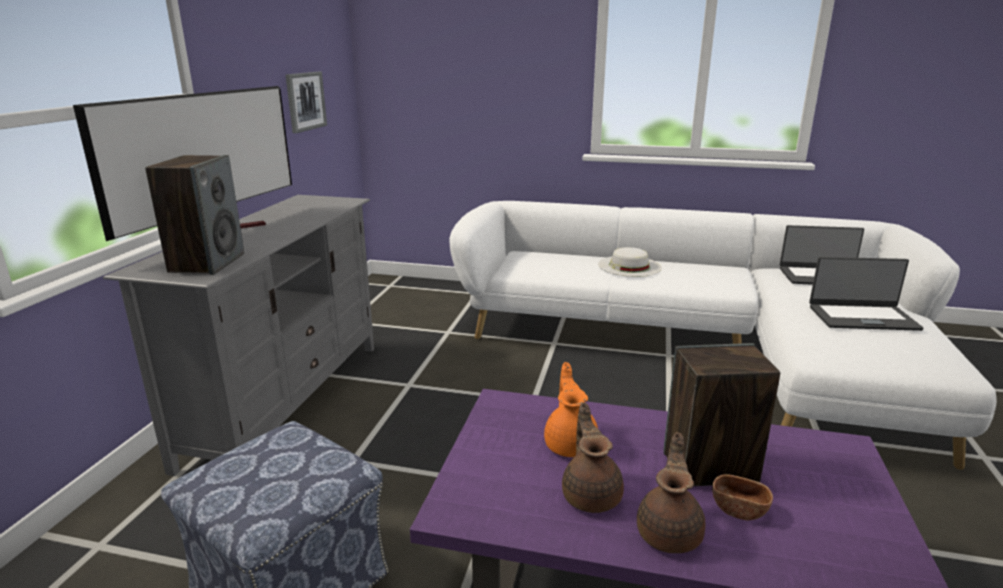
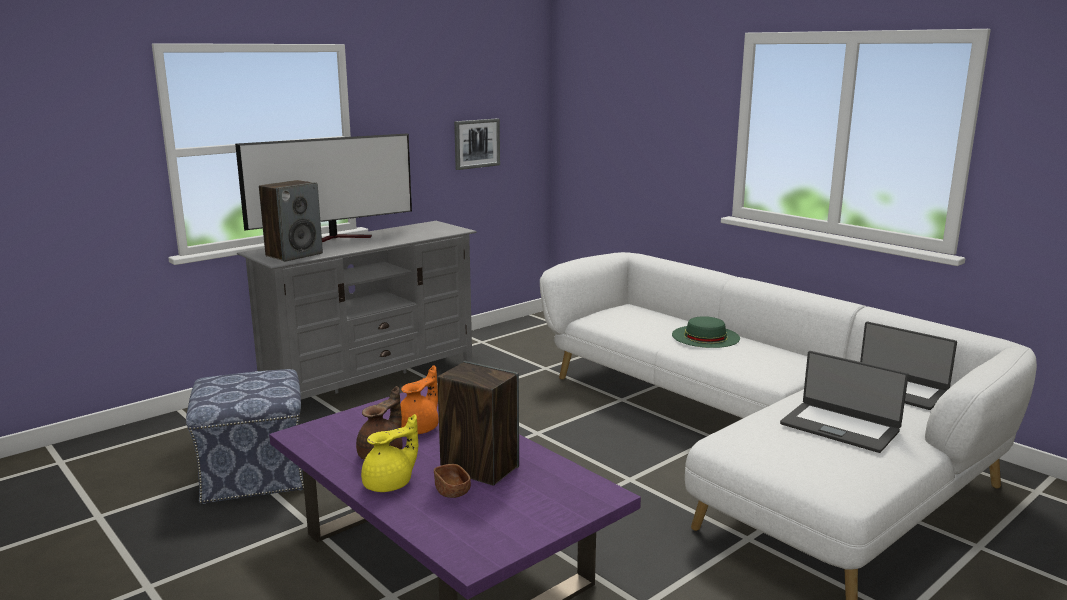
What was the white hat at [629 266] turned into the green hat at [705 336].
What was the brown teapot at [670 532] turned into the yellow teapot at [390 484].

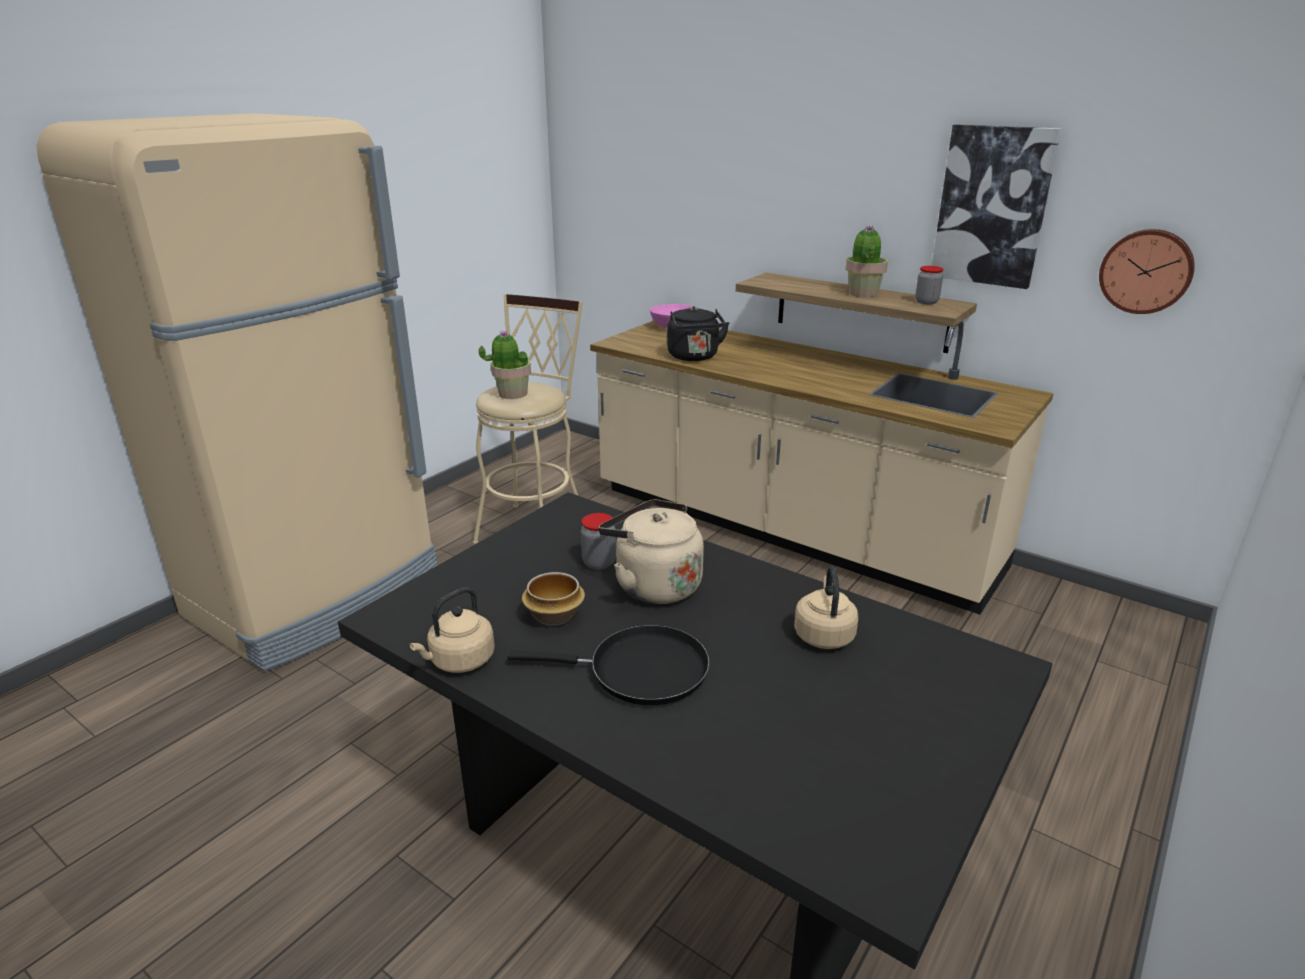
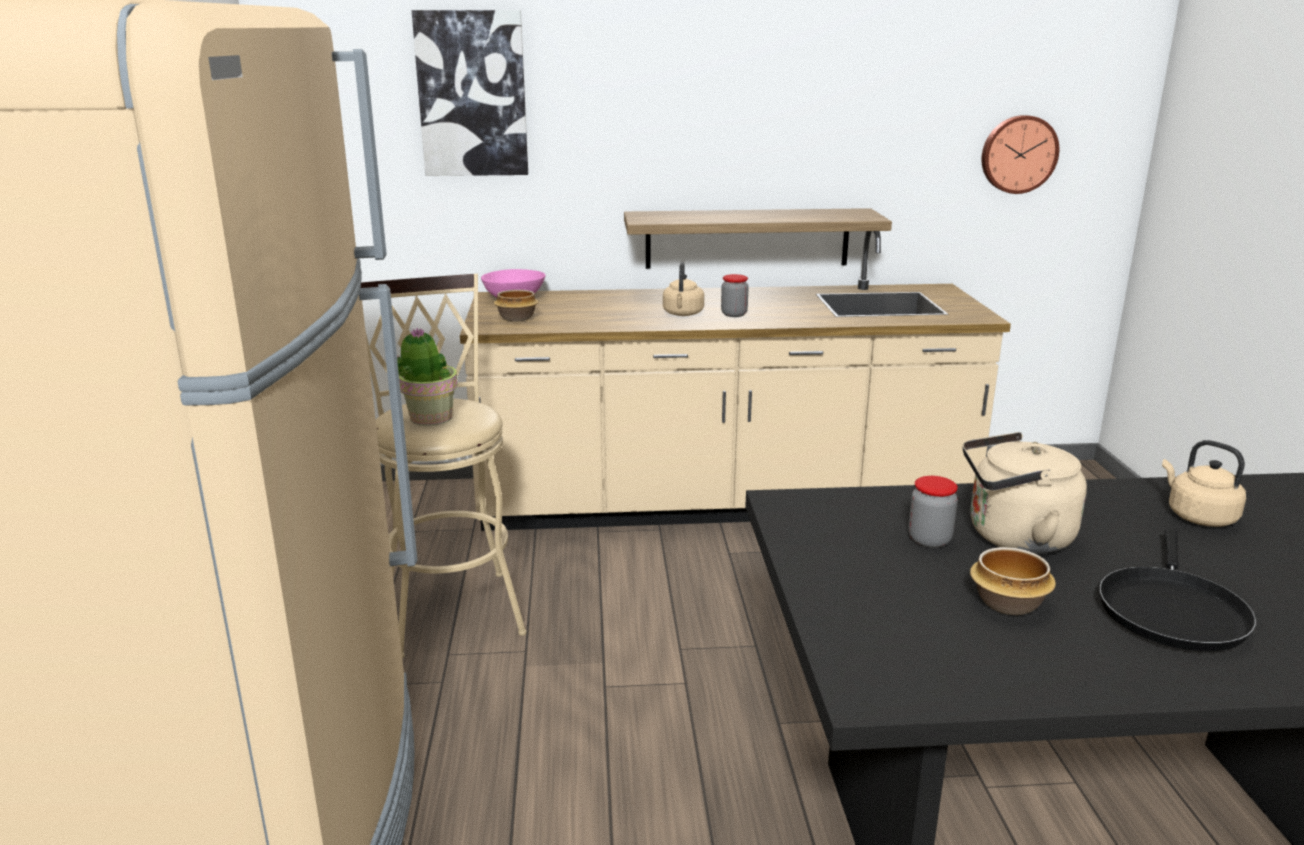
The beige kettle ended up elsewhere, having gone from [459 661] to [683 314].
The black frying pan at [640 671] ended up facing another way, 150 degrees clockwise from before.
The second view lost the black kettle at [694 357].
The second view lost the potted plant at [863 293].
The jar ended up elsewhere, having gone from [926 302] to [734 314].
The picture ended up elsewhere, having gone from [992 206] to [472 94].
The second view gained the bowl at [516 319].

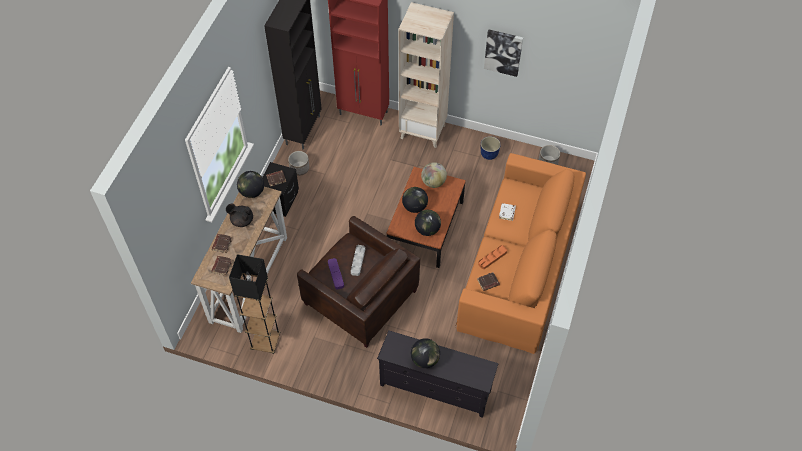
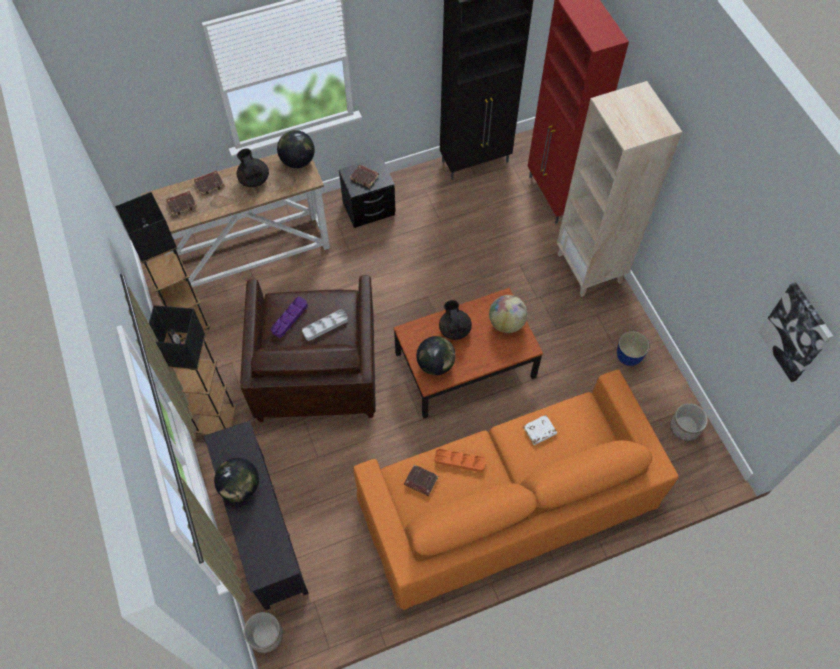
The planter ended up elsewhere, having gone from [299 168] to [266 635].
Where the globe stood at [415 207], the black teapot came to stand at [454 329].
The picture ended up elsewhere, having gone from [503 52] to [796 332].
The second view gained the black floor lamp at [217 421].

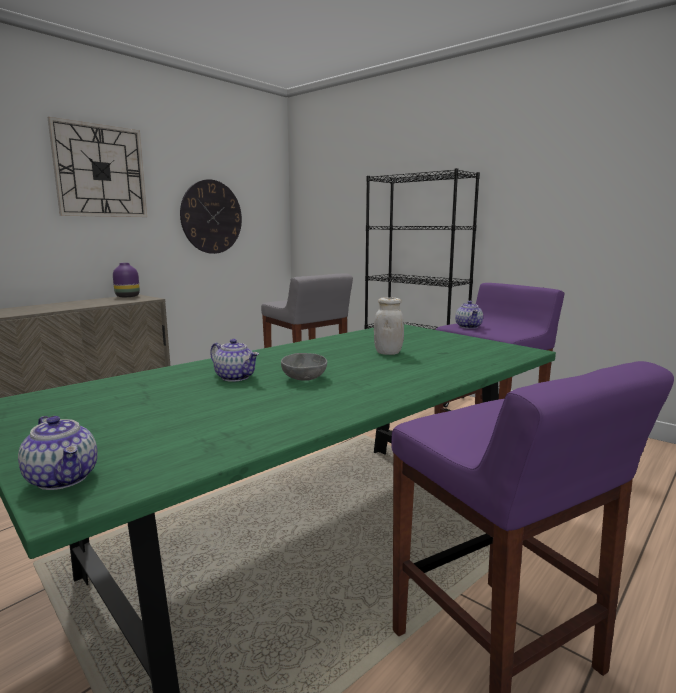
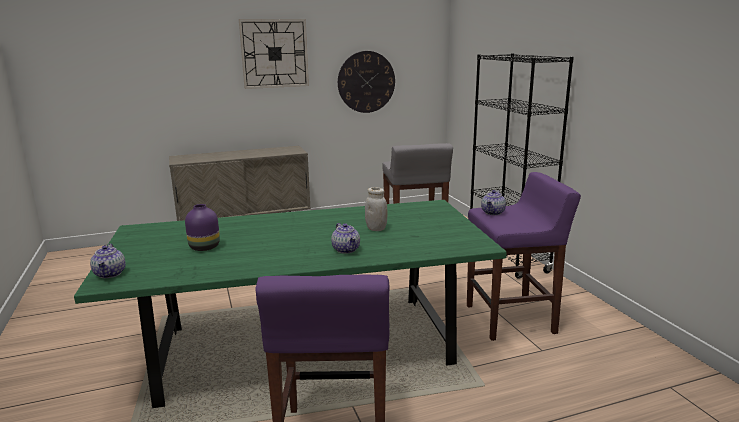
The purple vase ended up elsewhere, having gone from [127 296] to [204 247].
The teapot ended up elsewhere, having gone from [236 377] to [346 250].
The second view lost the grey bowl at [305 378].

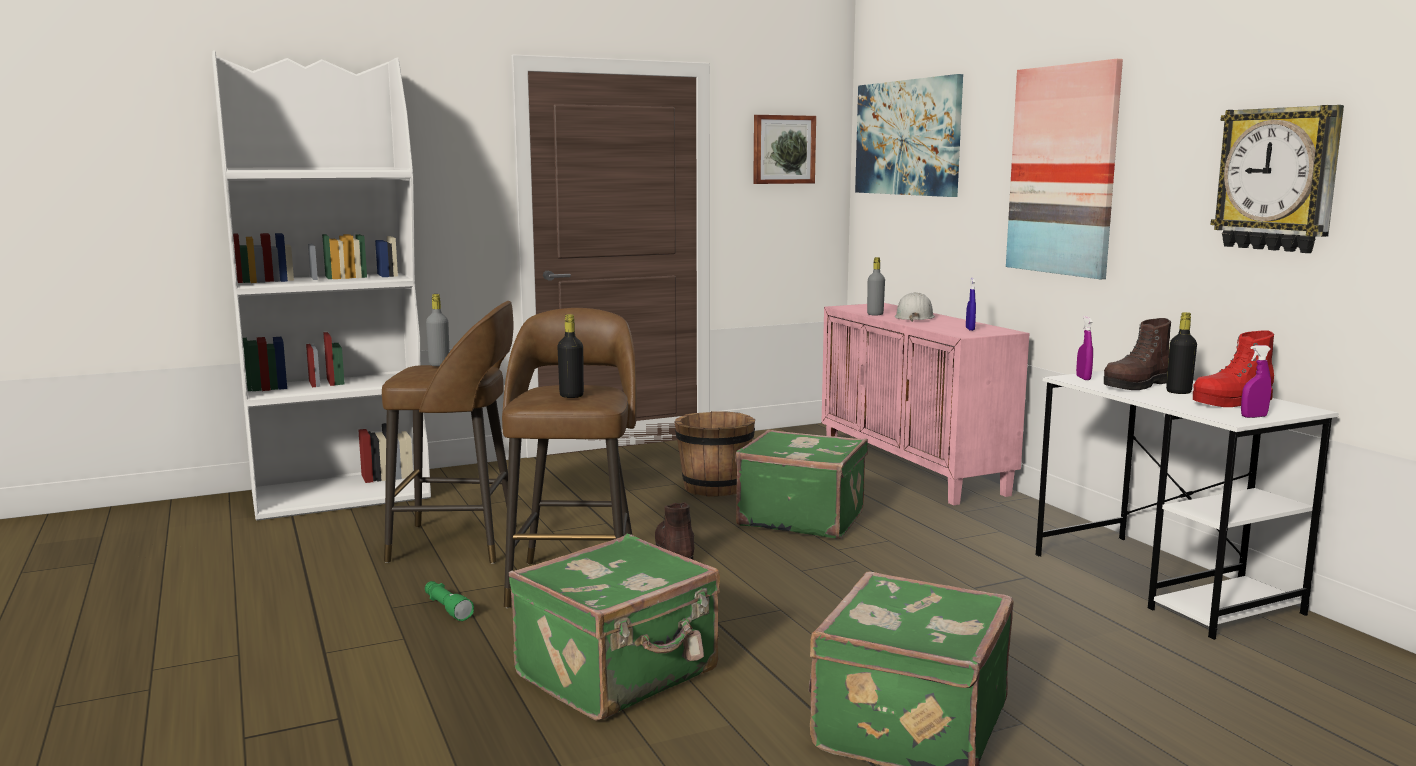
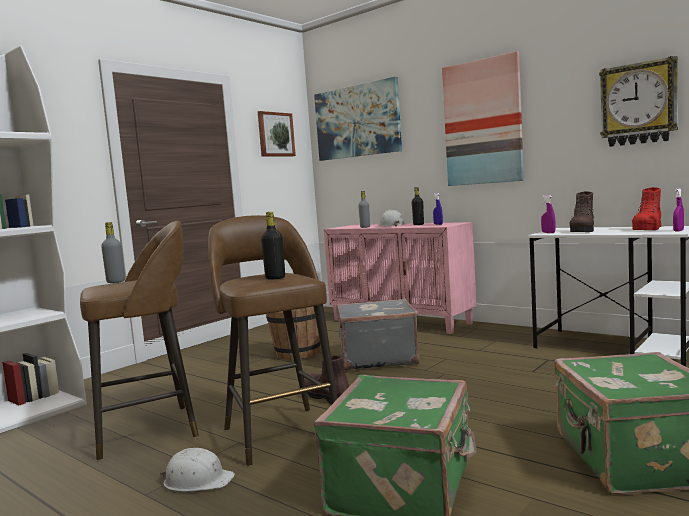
Where the green flashlight stood at [446 608], the white hard hat came to stand at [197 480].
What was the green suitcase at [801 518] turned into the grey suitcase at [377 358].
The black bottle ended up elsewhere, having gone from [1178 392] to [418 224].

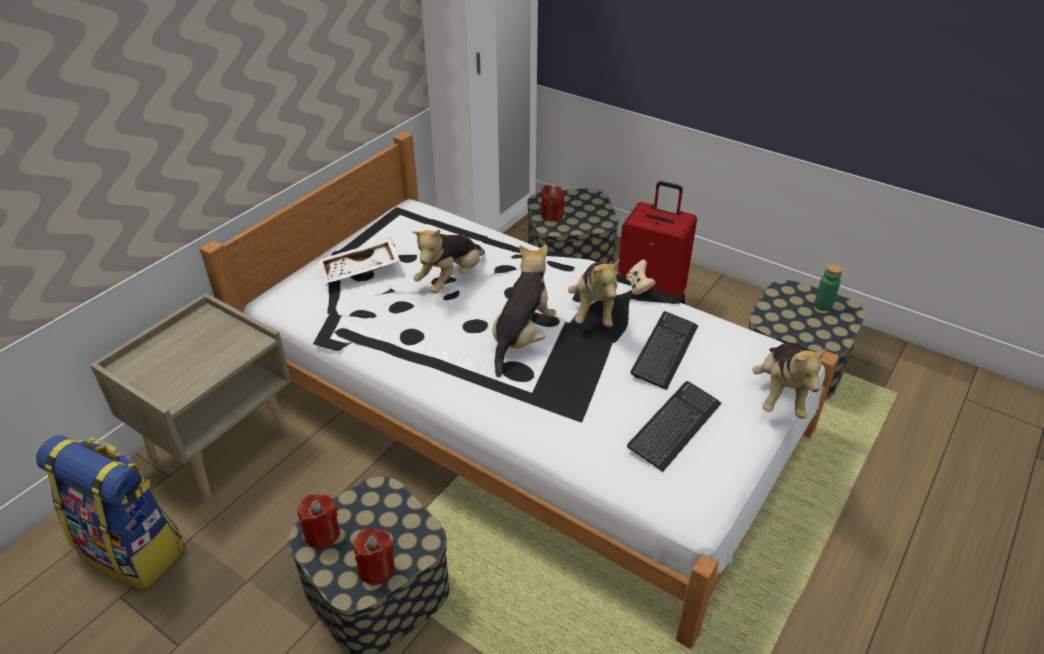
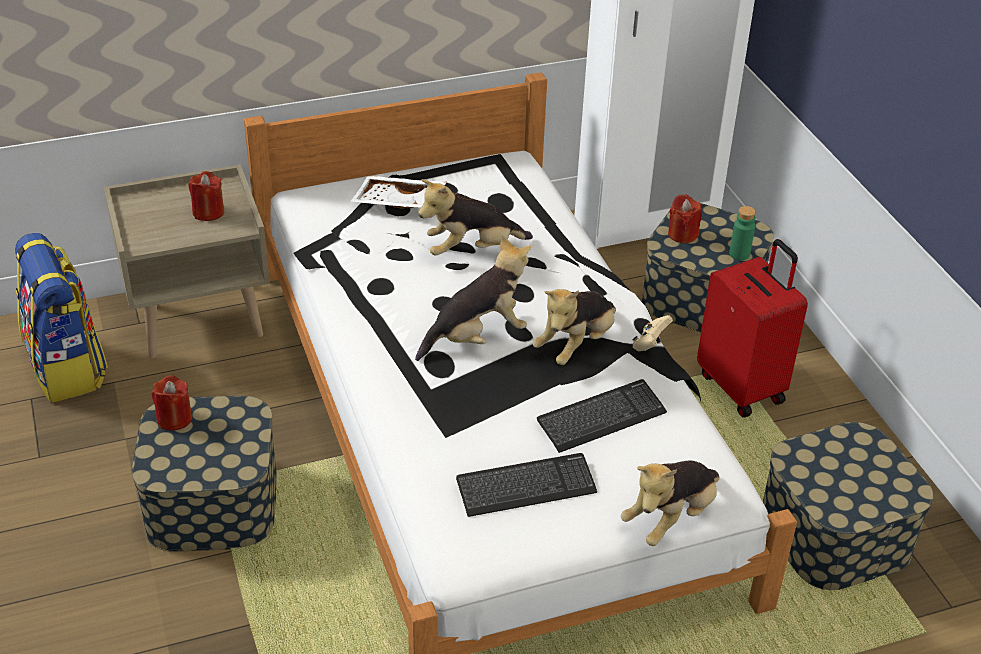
The red candle ended up elsewhere, having gone from [376 569] to [208 212].
The green bottle ended up elsewhere, having gone from [823 305] to [739 254].

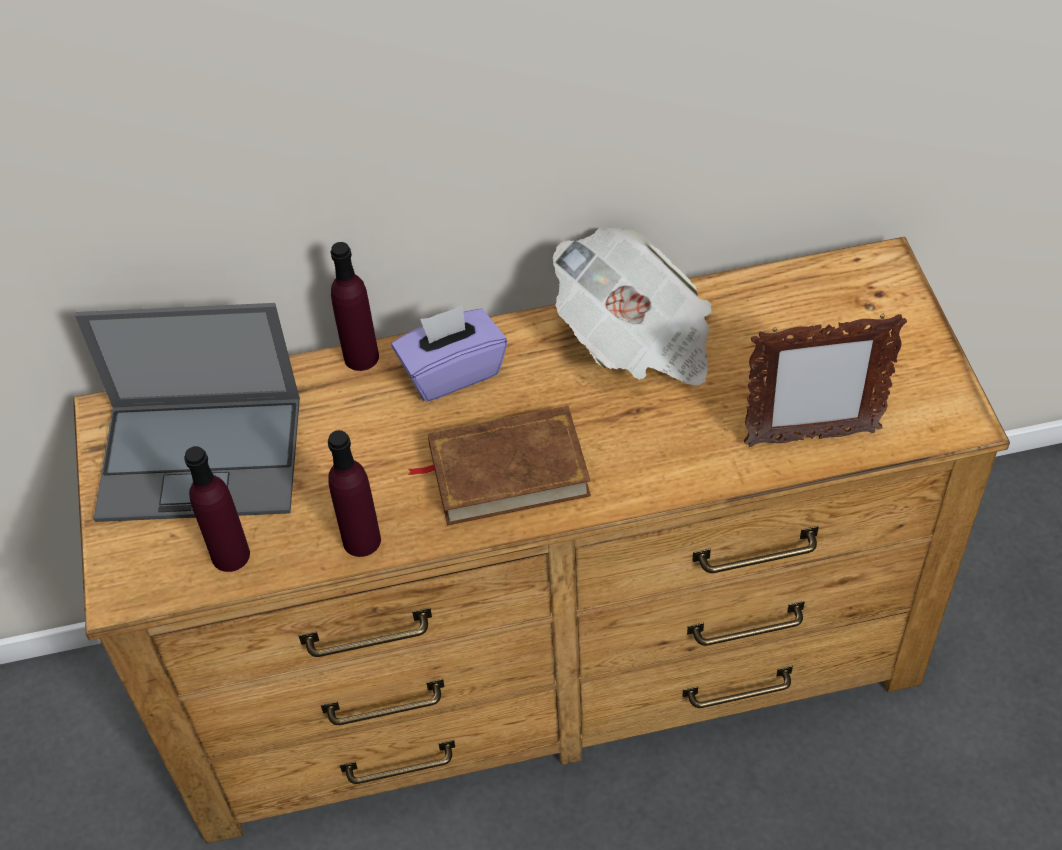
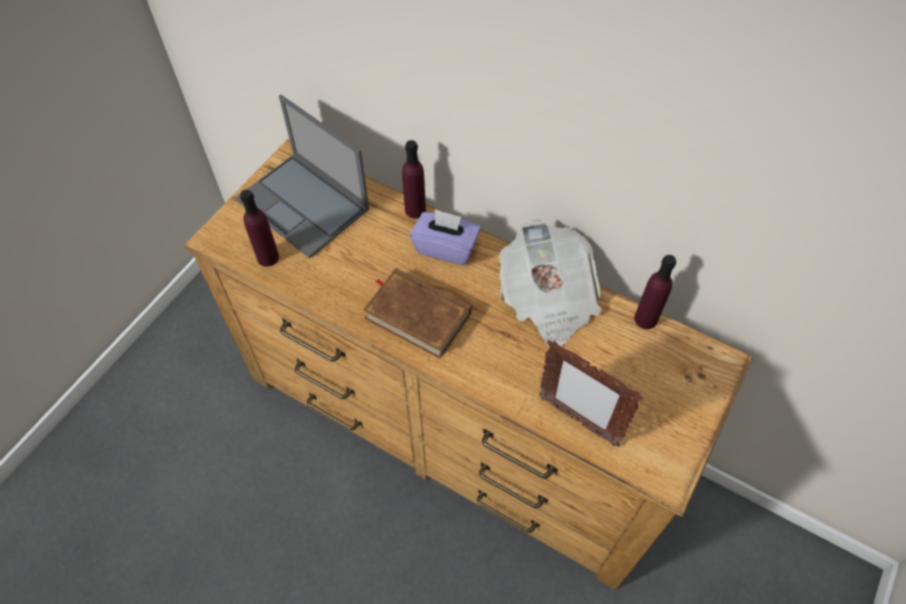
The purple bottle ended up elsewhere, having gone from [362 540] to [645 319].

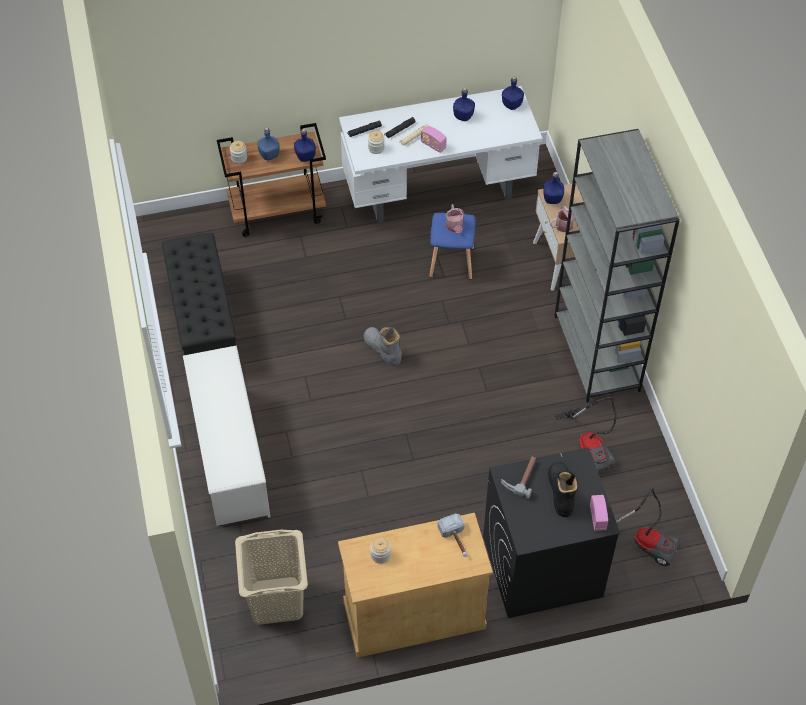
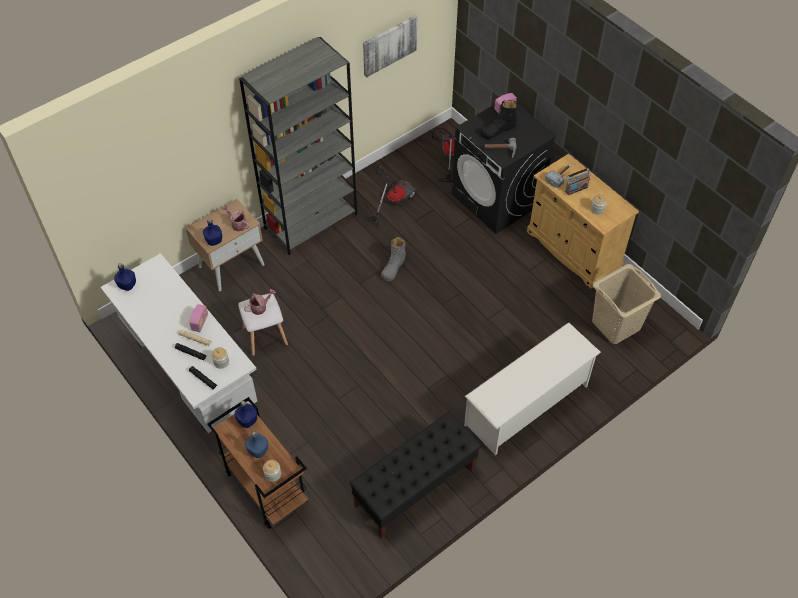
The grey boot ended up elsewhere, having gone from [382 349] to [393 267].
What was the blue stool at [451 262] turned into the white stool at [265 336].
The second view lost the blue bottle at [463 116].
The second view gained the picture at [389 45].
The second view gained the radio at [576 189].

